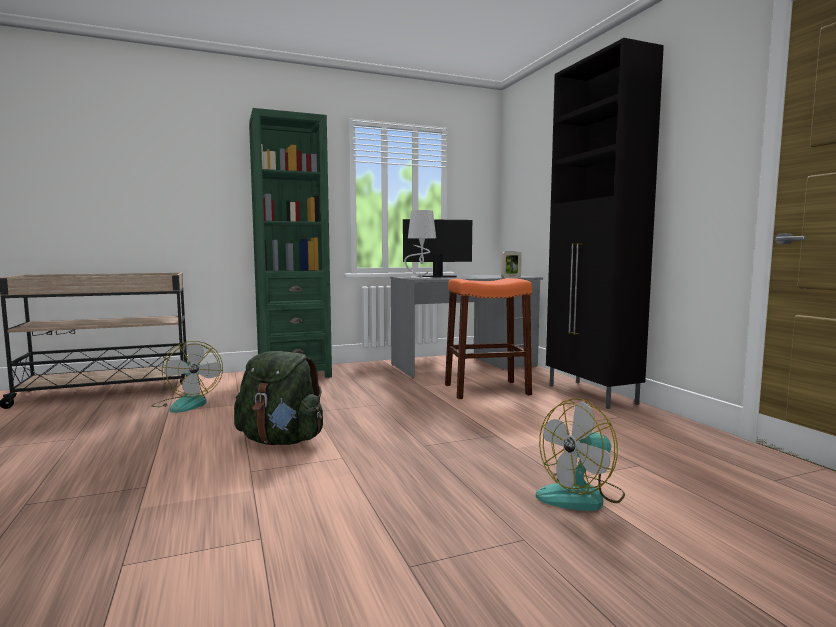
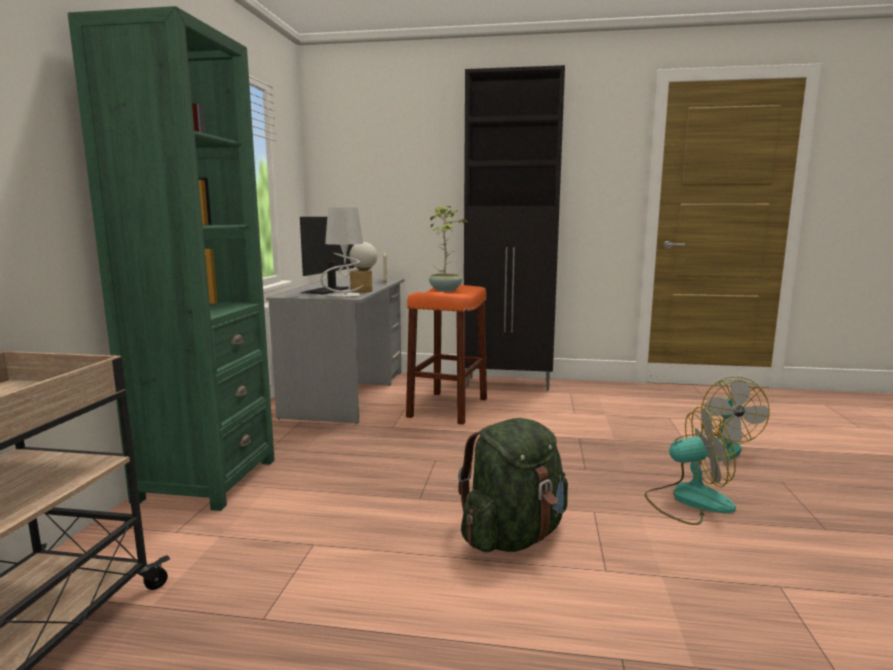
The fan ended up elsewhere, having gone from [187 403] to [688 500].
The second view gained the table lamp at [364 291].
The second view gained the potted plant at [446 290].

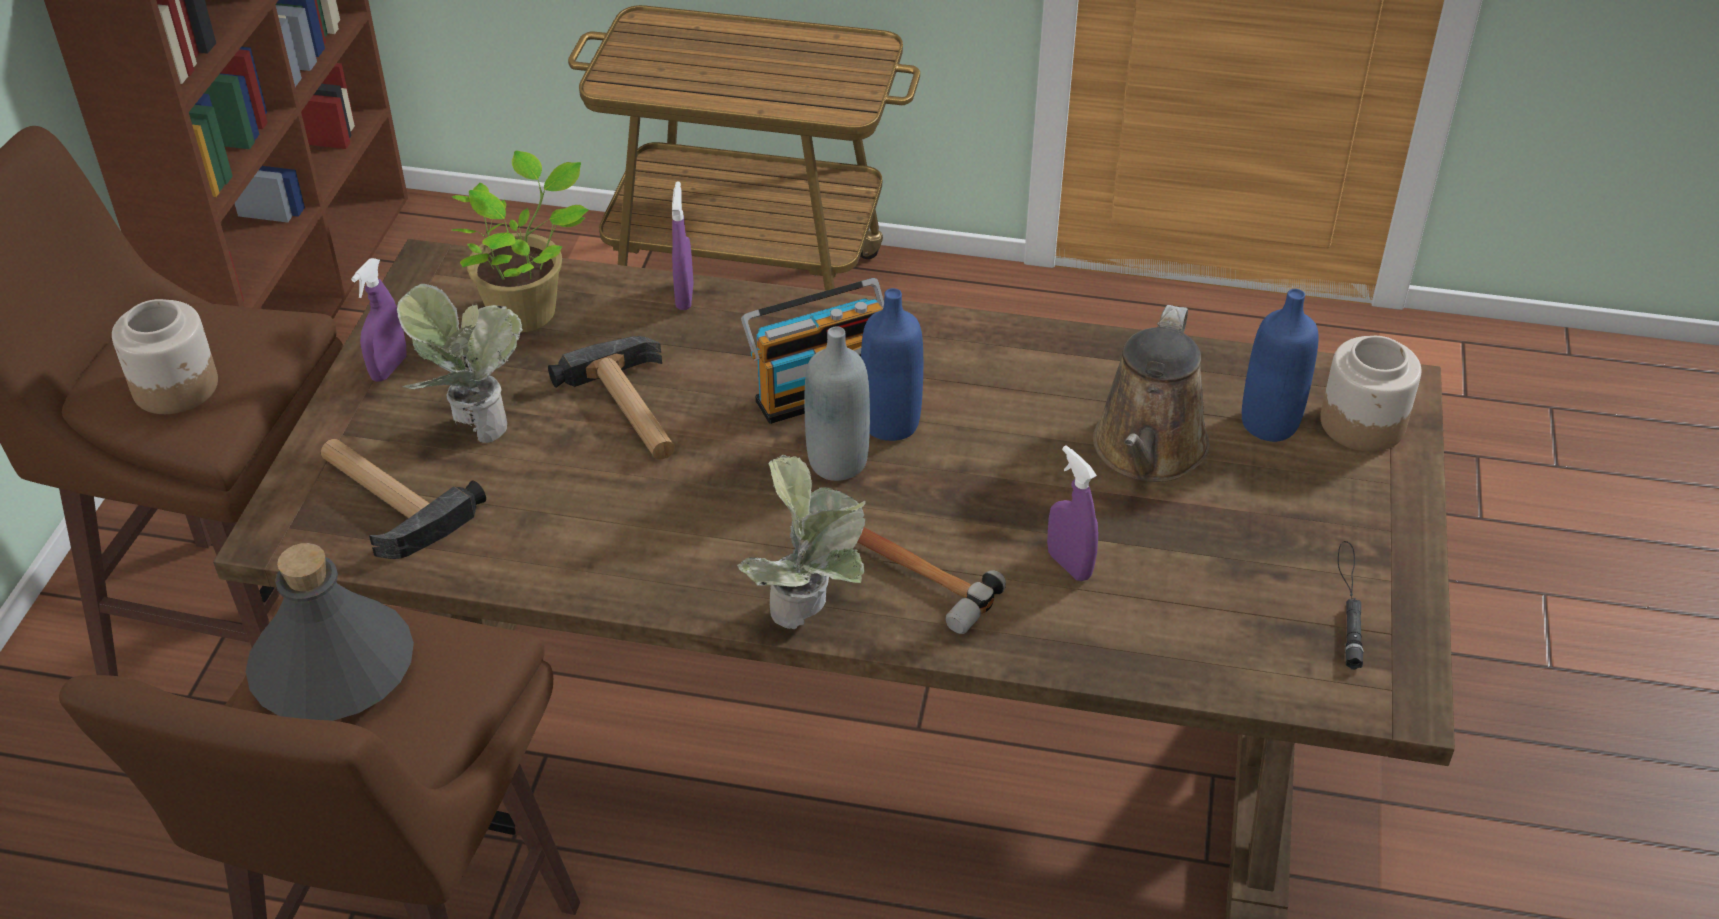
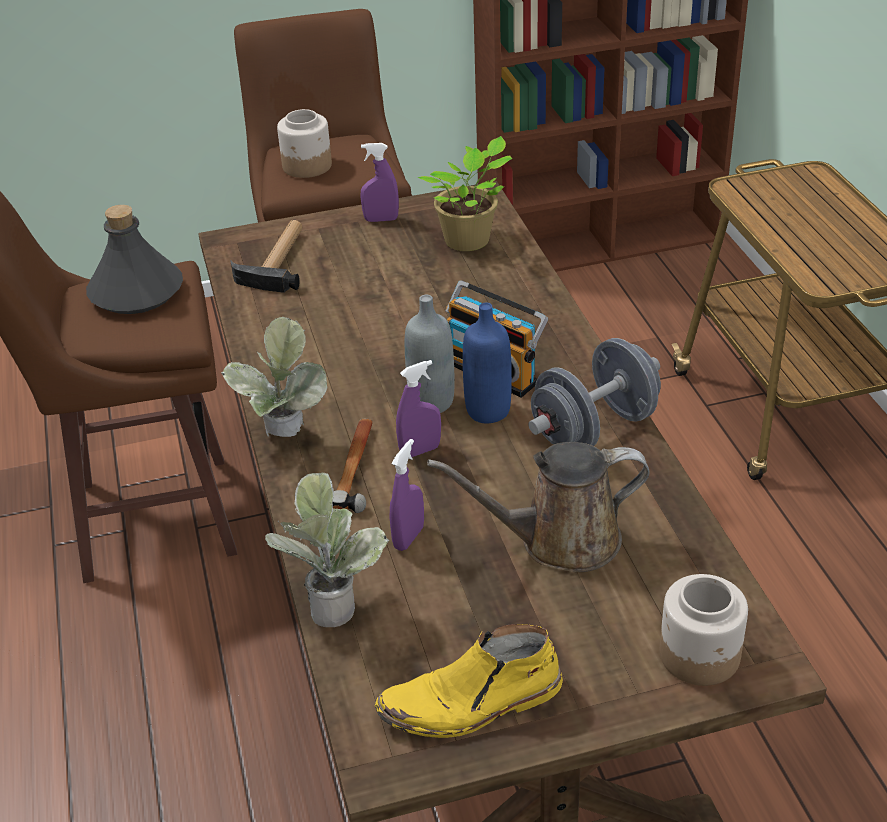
The potted plant ended up elsewhere, having gone from [470 423] to [332 602].
The second view lost the hammer at [632 410].
The purple spray bottle ended up elsewhere, having gone from [684 296] to [420 451].
The second view lost the blue bottle at [1269 423].
Where the black flashlight stood at [1349 604], the yellow boot came to stand at [471 704].
The second view gained the grey dumbbell at [594 428].

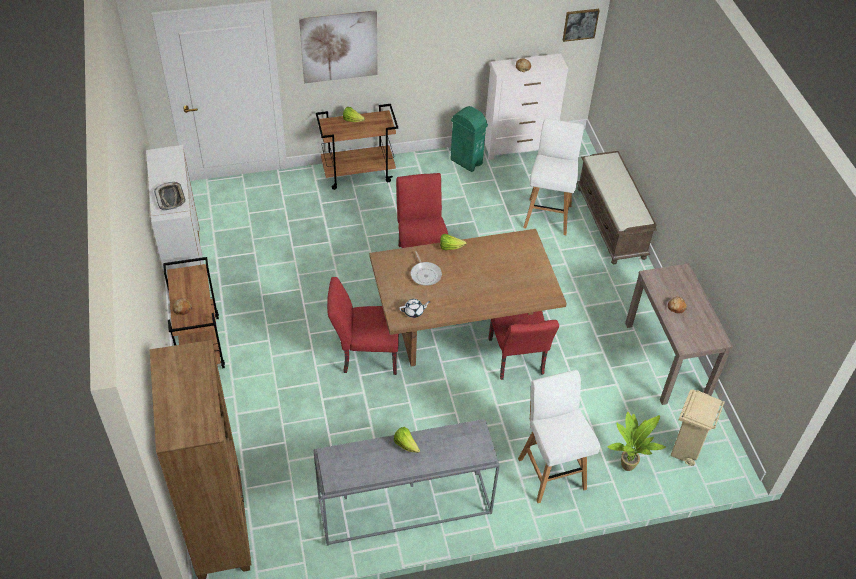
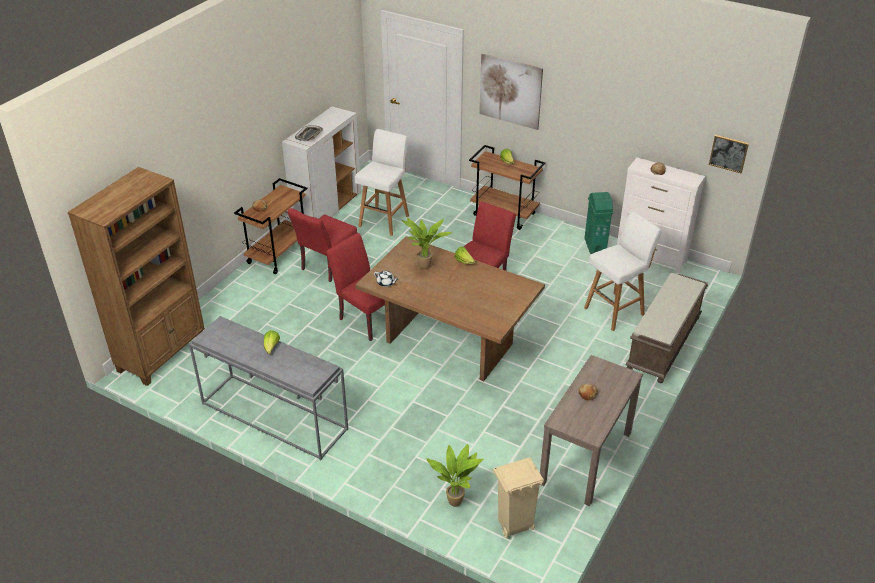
Where the frying pan stood at [425 274], the potted plant came to stand at [424 267].
The red chair ended up elsewhere, having gone from [517 360] to [326 267].
The white stool ended up elsewhere, having gone from [551 472] to [384 220].

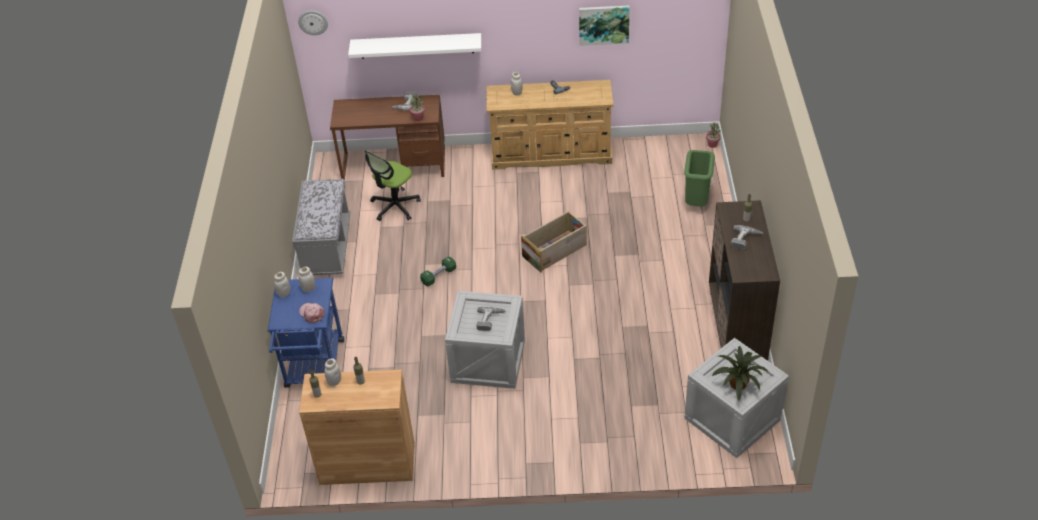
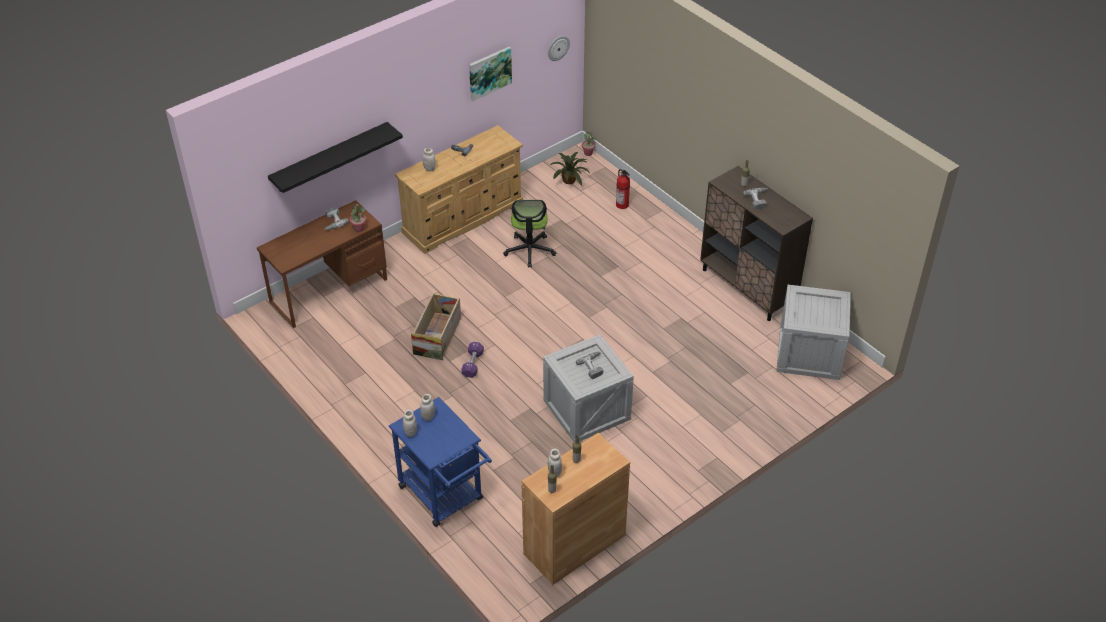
The second view lost the grey bench at [326 247].
The wall clock ended up elsewhere, having gone from [313 22] to [558 47].
The second view lost the pink cap at [312 313].
What was the white shelf at [416 45] turned into the black shelf at [330 157].
The office chair ended up elsewhere, having gone from [395 206] to [529 250].
What was the green dumbbell at [439 276] turned into the purple dumbbell at [473 364].
The crate ended up elsewhere, having gone from [555 250] to [437 335].
Where the green trash can stood at [697 203], the fire extinguisher came to stand at [622 205].
The potted plant ended up elsewhere, having gone from [739 385] to [570 181].

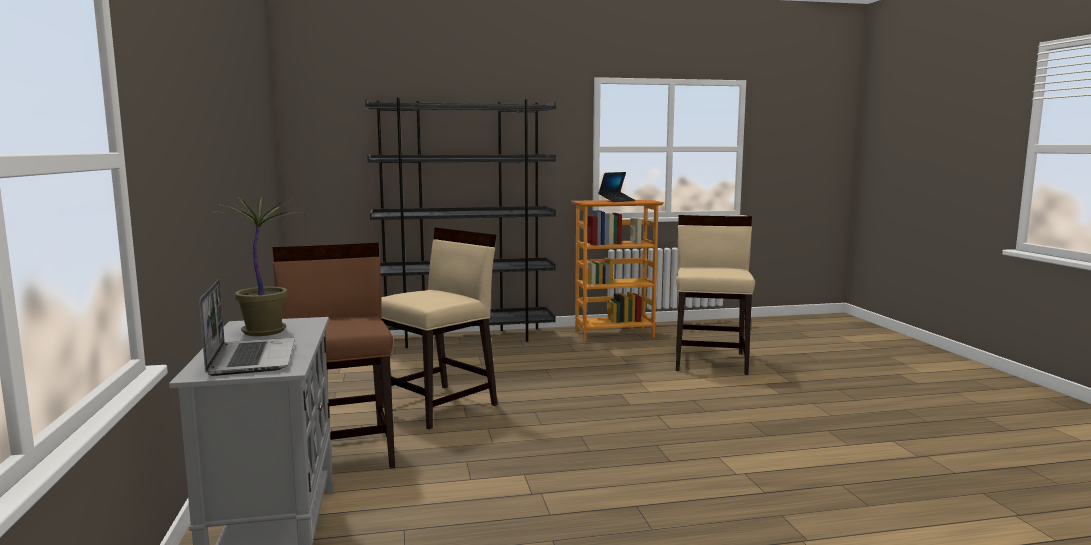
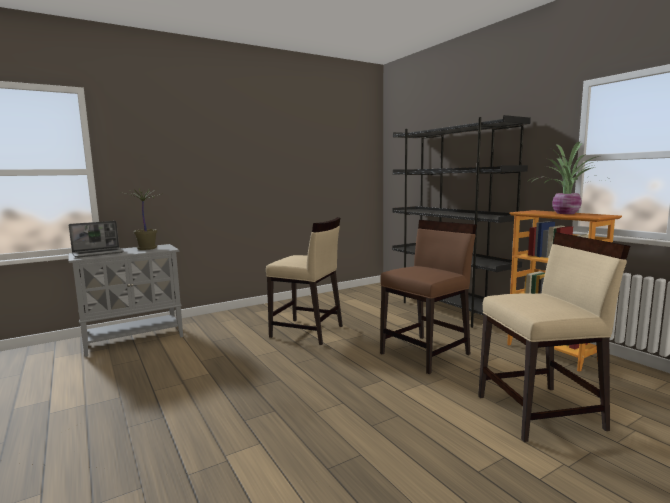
The brown chair ended up elsewhere, having gone from [340 452] to [426 353].
Where the laptop stood at [616 201], the potted plant came to stand at [567 213].

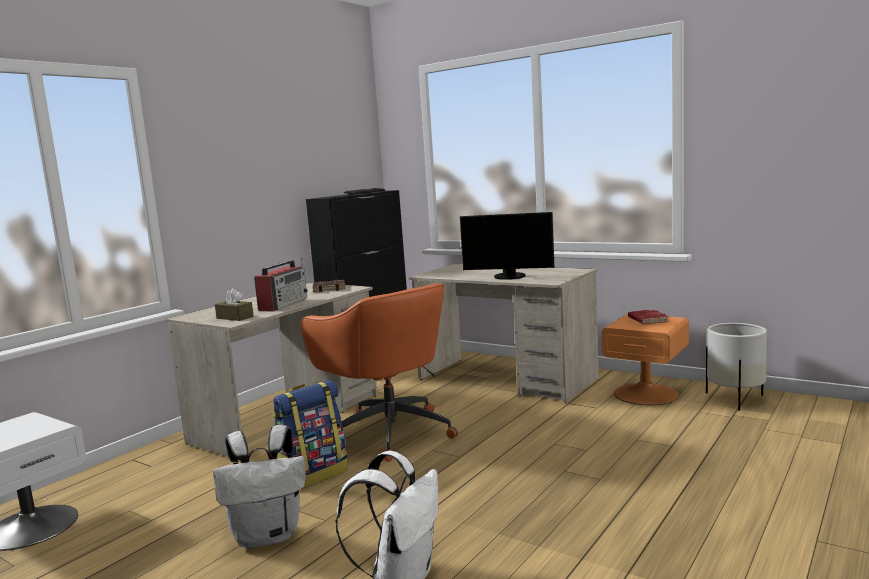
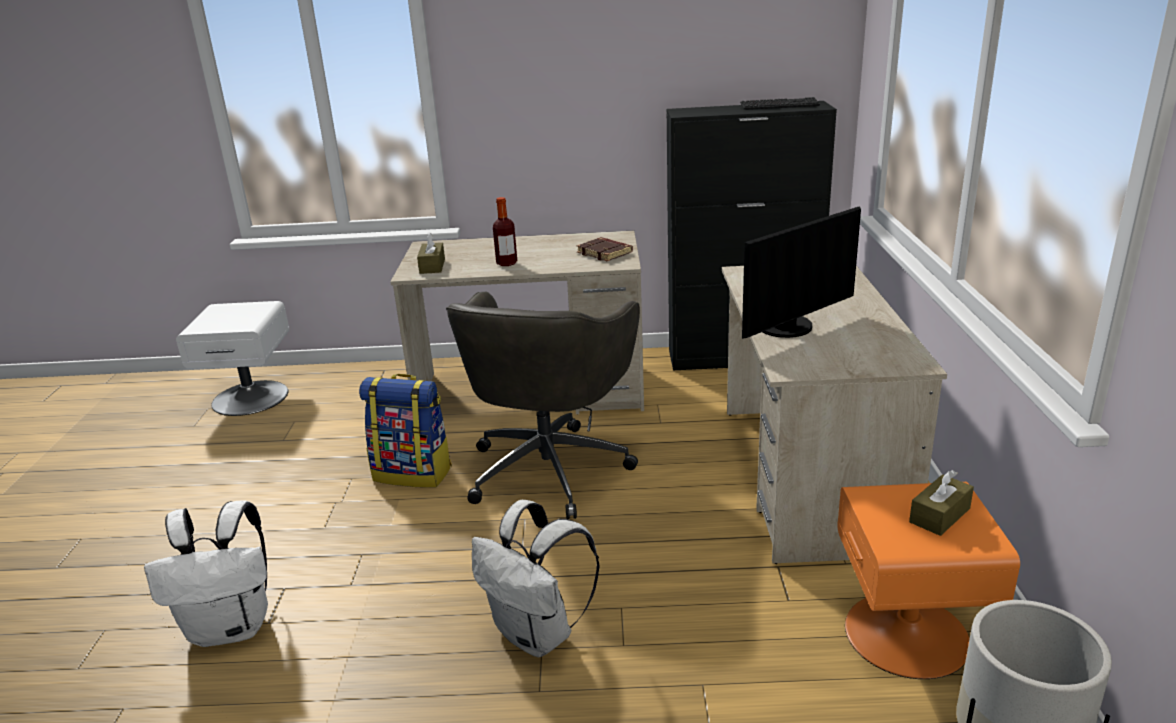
The white backpack ended up elsewhere, having gone from [269 535] to [538 634].
Where the radio stood at [284 304], the bottle came to stand at [507 263].
What was the orange office chair at [389 432] turned into the grey office chair at [550 468].
The monitor at [509 277] ended up facing another way, 105 degrees counterclockwise from before.
Where the red book stood at [647 320], the brown tissue box came to stand at [939 515].

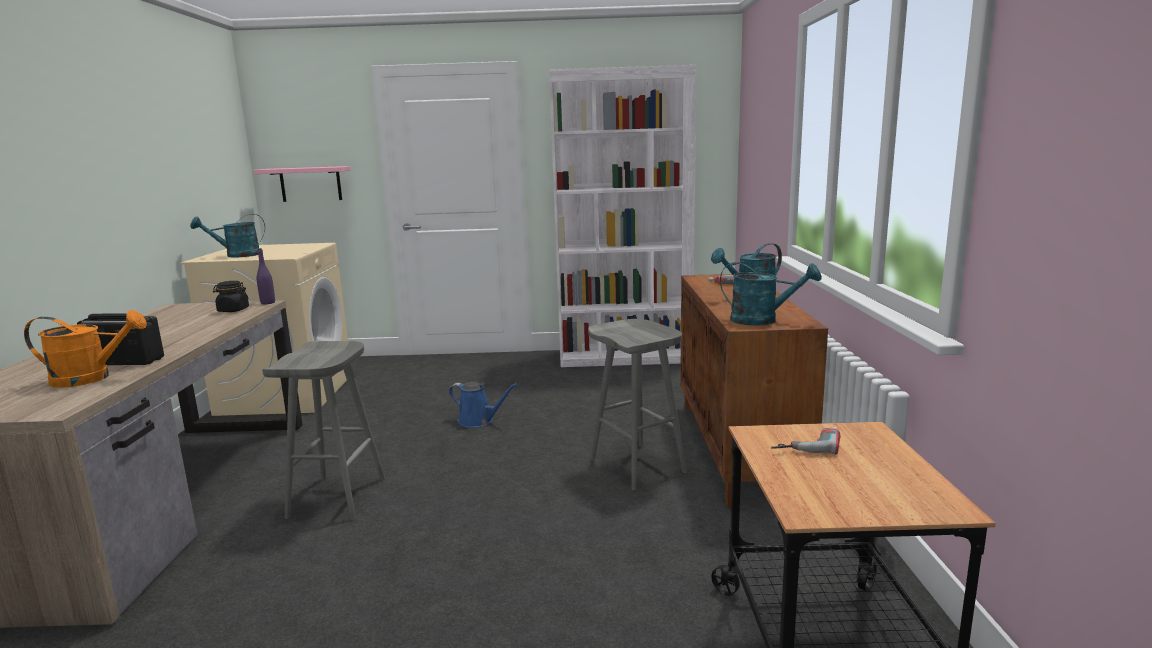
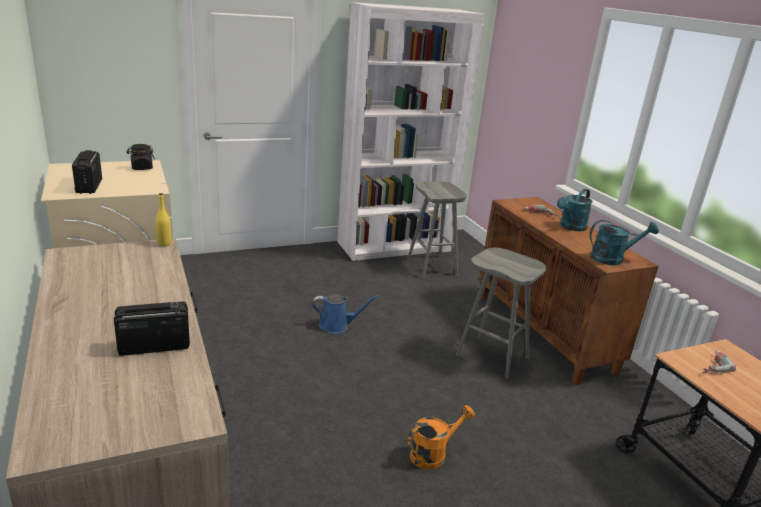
The orange watering can ended up elsewhere, having gone from [91 378] to [433 454].
Where the turquoise watering can stood at [237 255], the radio came to stand at [89 186].
The black jar ended up elsewhere, having gone from [233 310] to [141 168].
The second view lost the pink shelf at [310 184].
What was the purple bottle at [268 303] turned into the yellow bottle at [164 244].
The grey stool ended up elsewhere, having gone from [338 498] to [432 267].

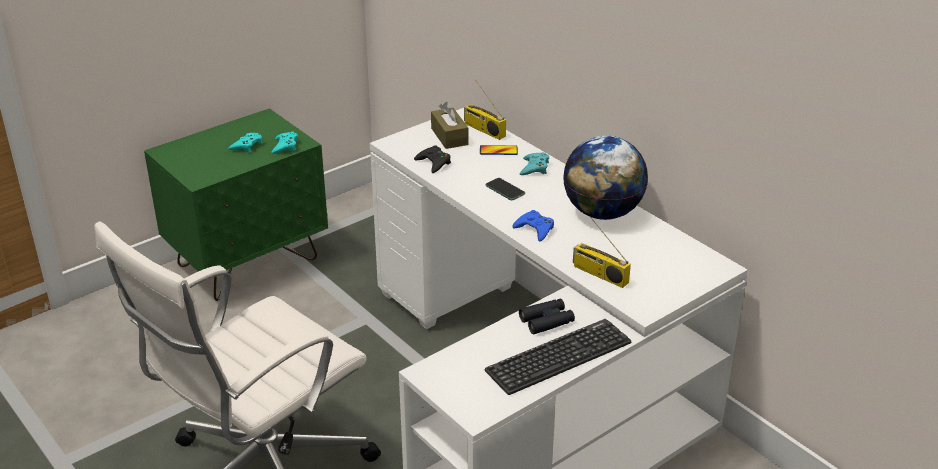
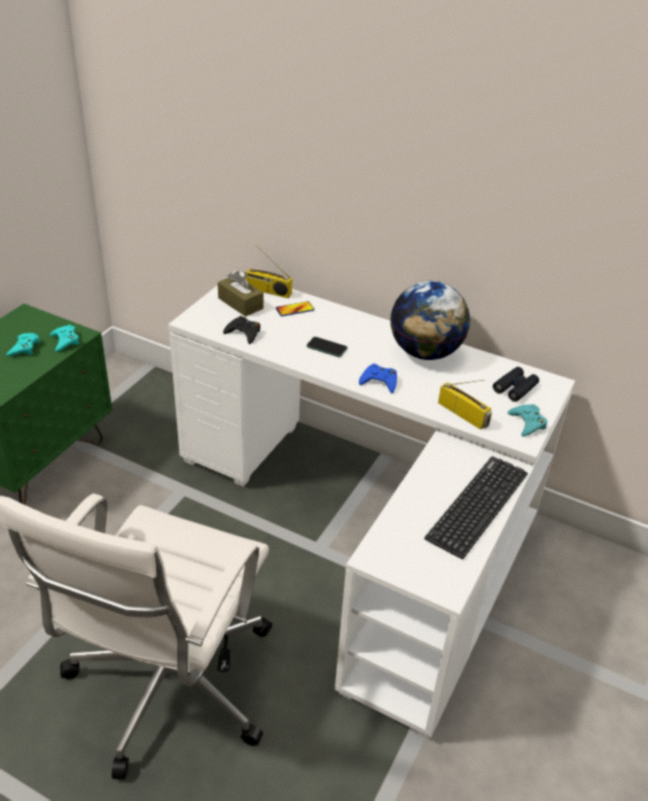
The black binoculars ended up elsewhere, having gone from [546 321] to [515 388].
The turquoise game controller ended up elsewhere, having gone from [534 168] to [527 423].
The radio at [599 274] ended up facing another way, 150 degrees counterclockwise from before.

